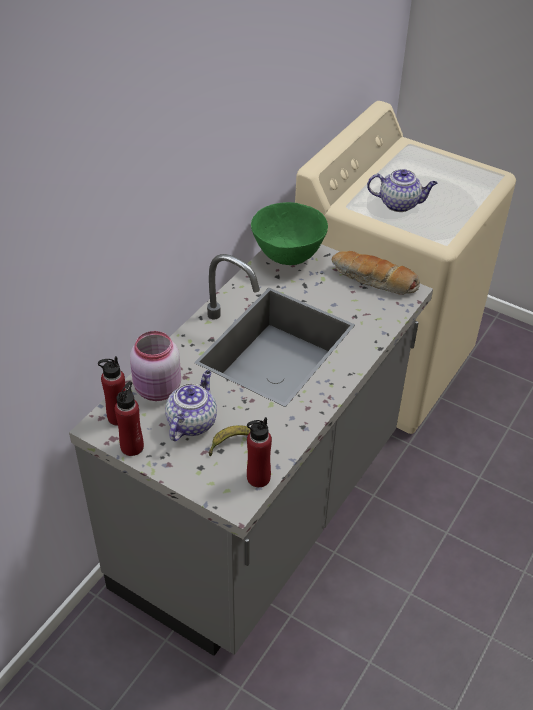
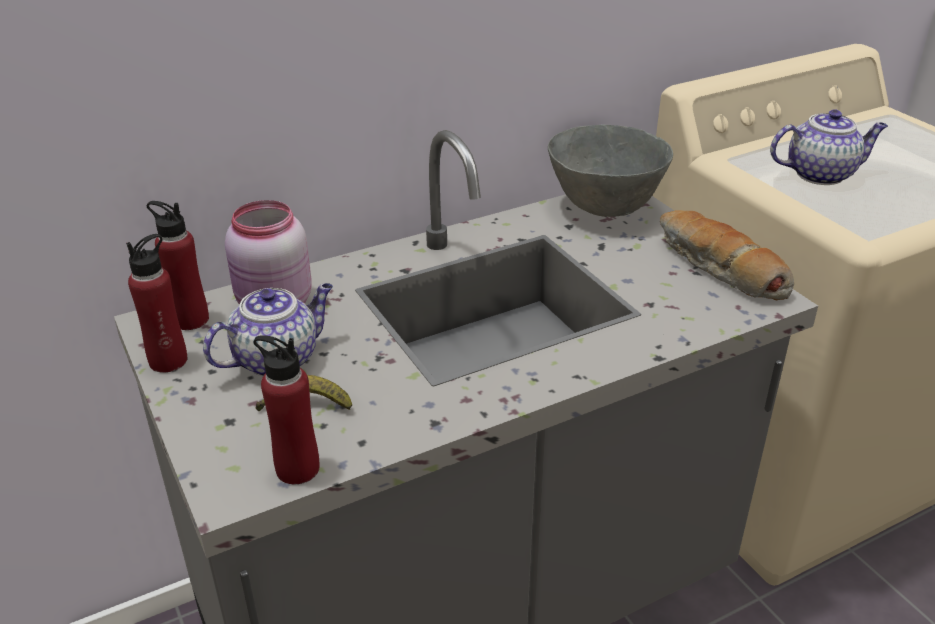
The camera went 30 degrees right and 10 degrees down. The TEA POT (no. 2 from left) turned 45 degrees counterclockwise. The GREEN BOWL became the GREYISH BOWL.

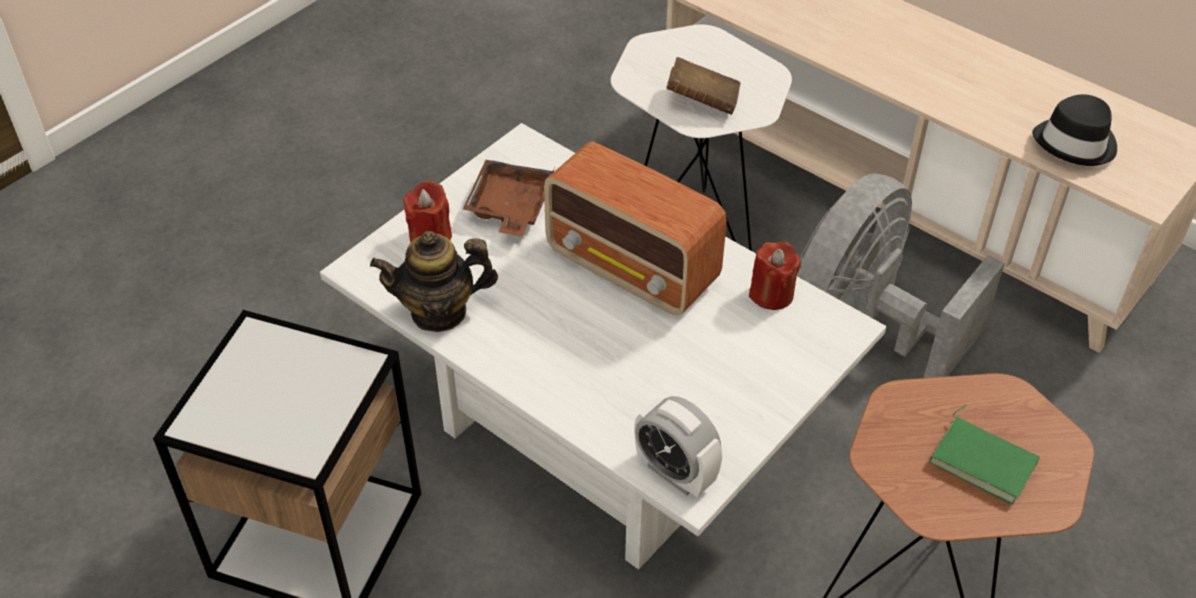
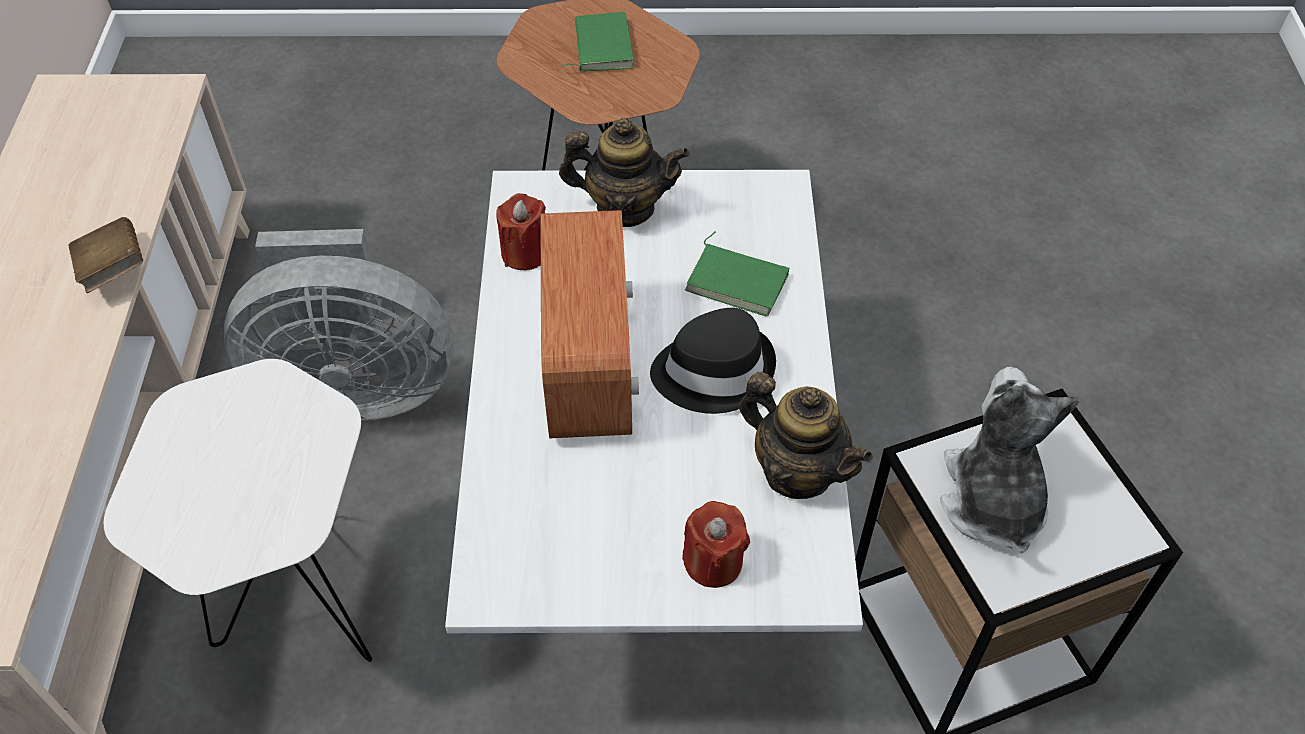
The camera went 130 degrees left and 5 degrees up. The BROWNISH BOUND BOOK moved. The BLACK-COLOURED HAT moved. The BROWNISH SERVING TRAY disappeared. The TABLE CLOCK disappeared. The TEA POT (no. 1 from left) appeared. The GREEN BOUND BOOK (no. 2 from left) appeared. The SOFT TOY appeared.

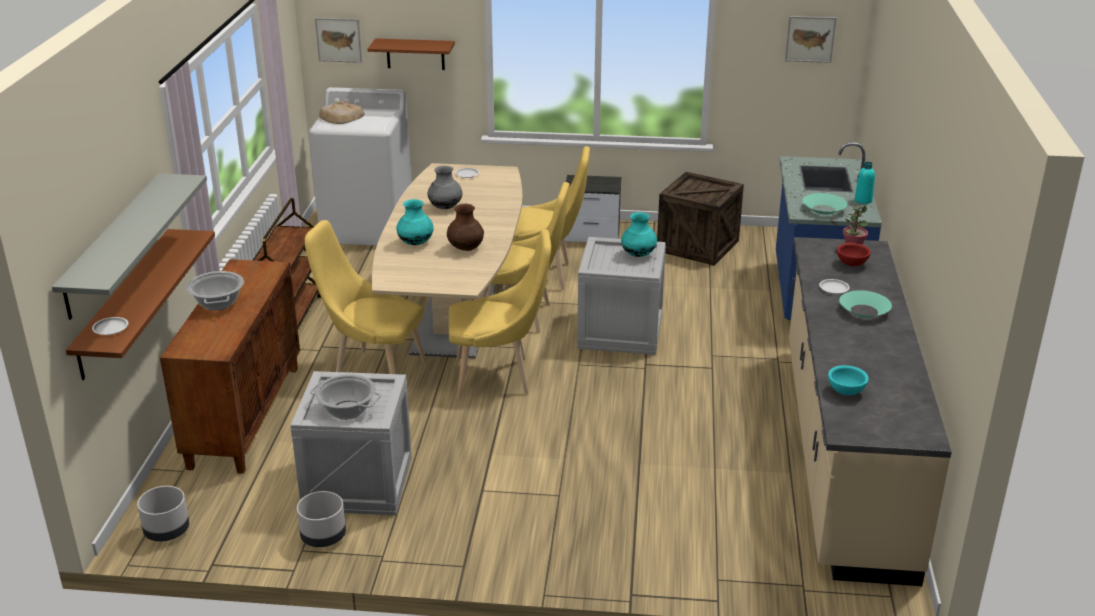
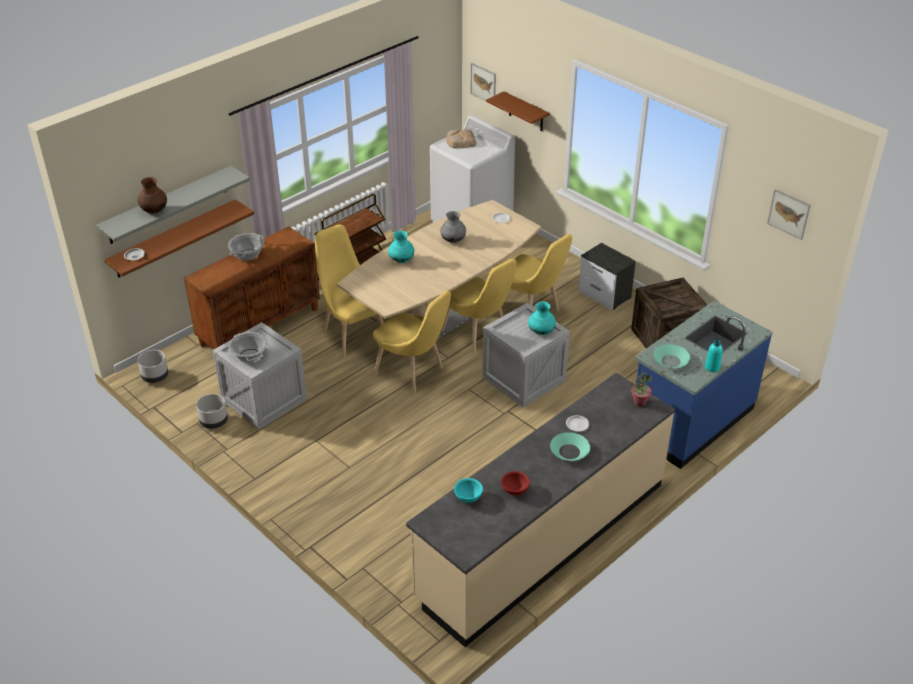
The camera went 40 degrees right and 10 degrees up. The BROWNISH VASE moved. The REDDISH BOWL moved.

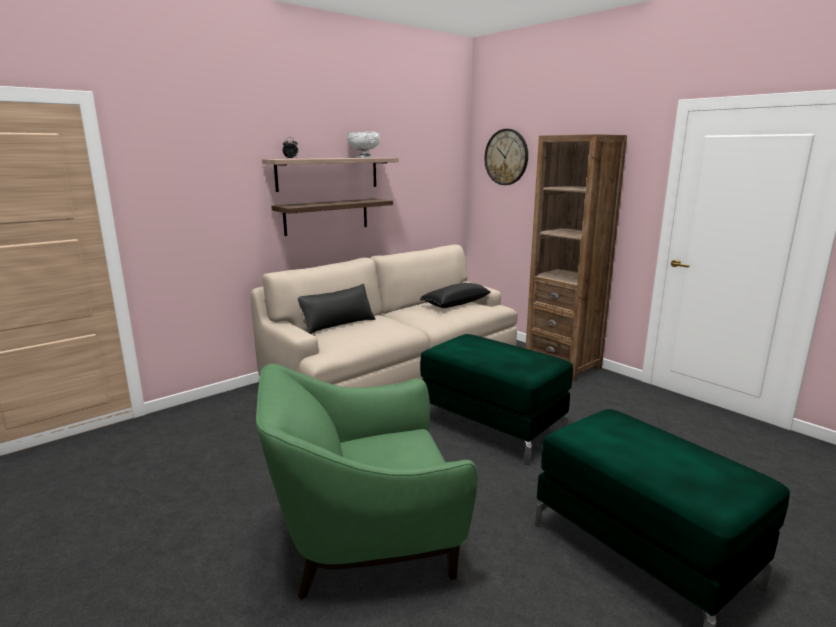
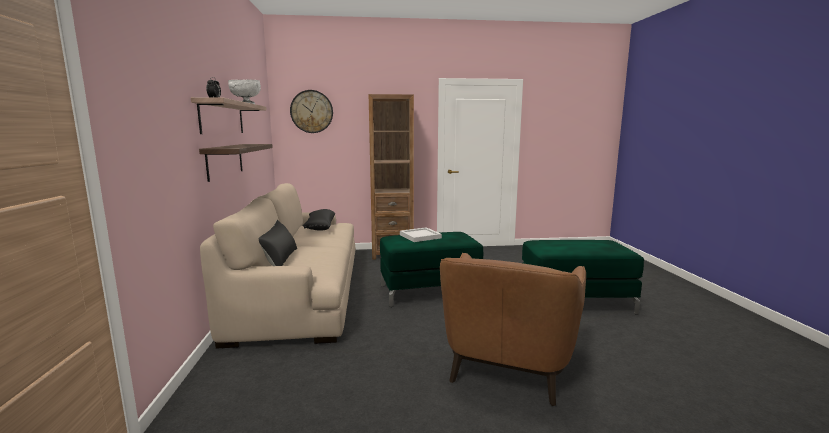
The camera went 55 degrees left and 5 degrees down. The GREEN ARMCHAIR became the BROWNISH ARMCHAIR. The WHITISH SERVING TRAY appeared.

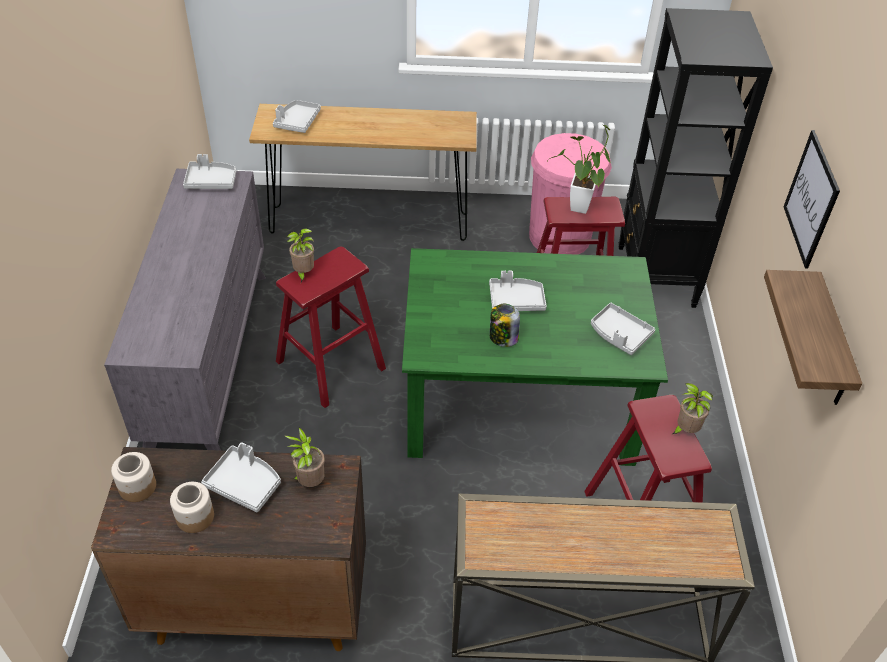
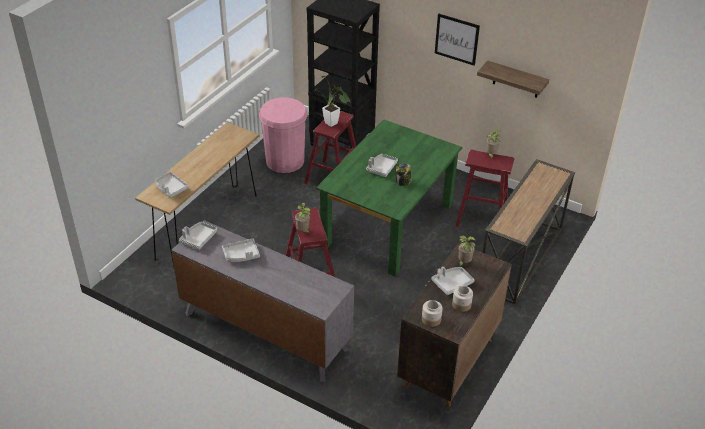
The camera went 60 degrees left and 5 degrees down. The GREYISH SERVING TRAY (no. 5 from left in the first image) moved.

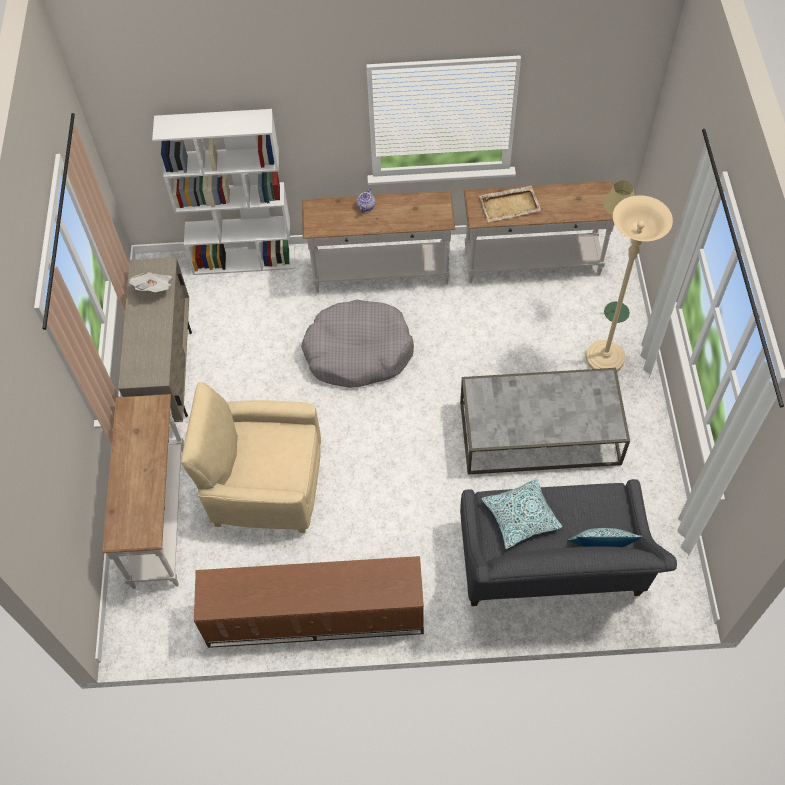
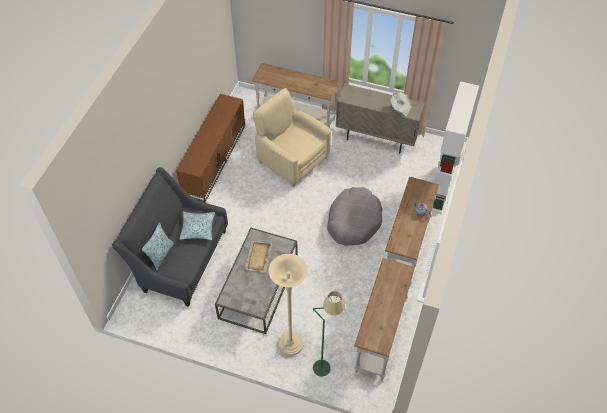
The camera went 110 degrees right and 5 degrees down. The SAND-COLOURED SERVING TRAY moved. The SAND-COLOURED ARMCHAIR turned 75 degrees counterclockwise.

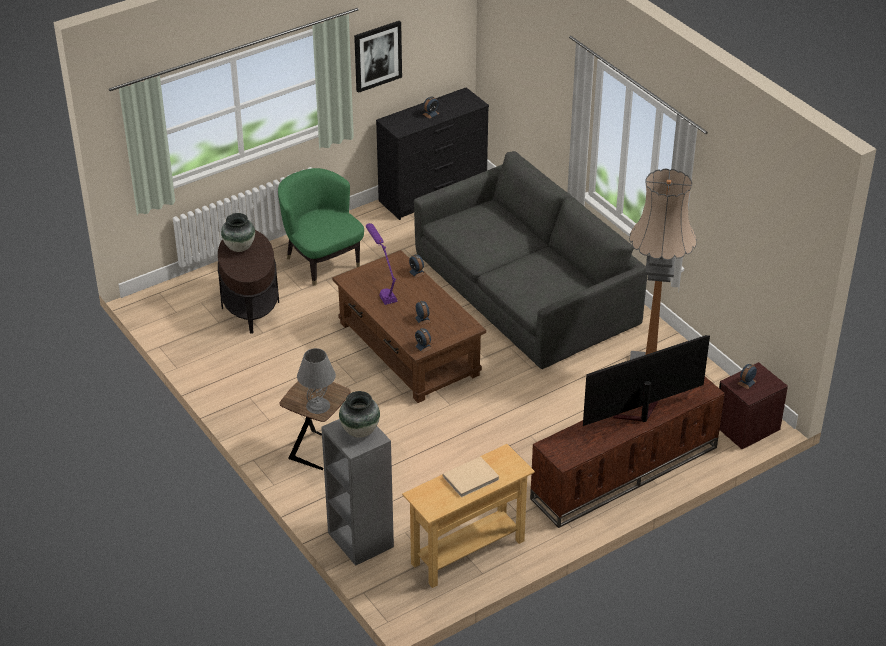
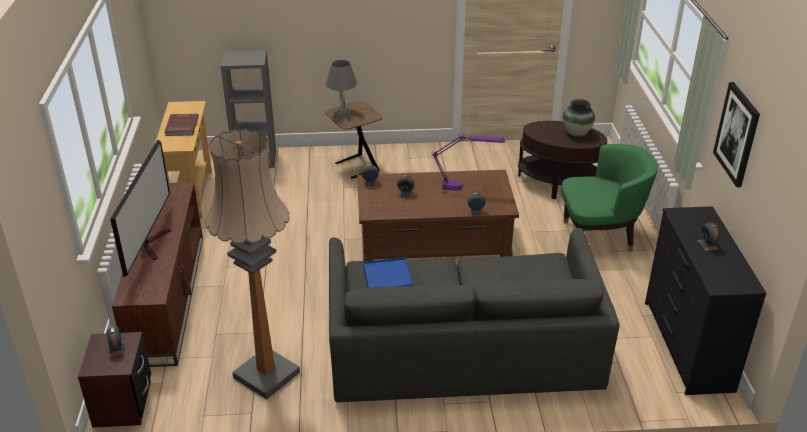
The camera went 120 degrees right and 5 degrees down. The VASE (no. 2 from left) disappeared. The SAND-COLOURED BOUND BOOK became the REDDISH BOUND BOOK. The BLUISH SERVING TRAY appeared.

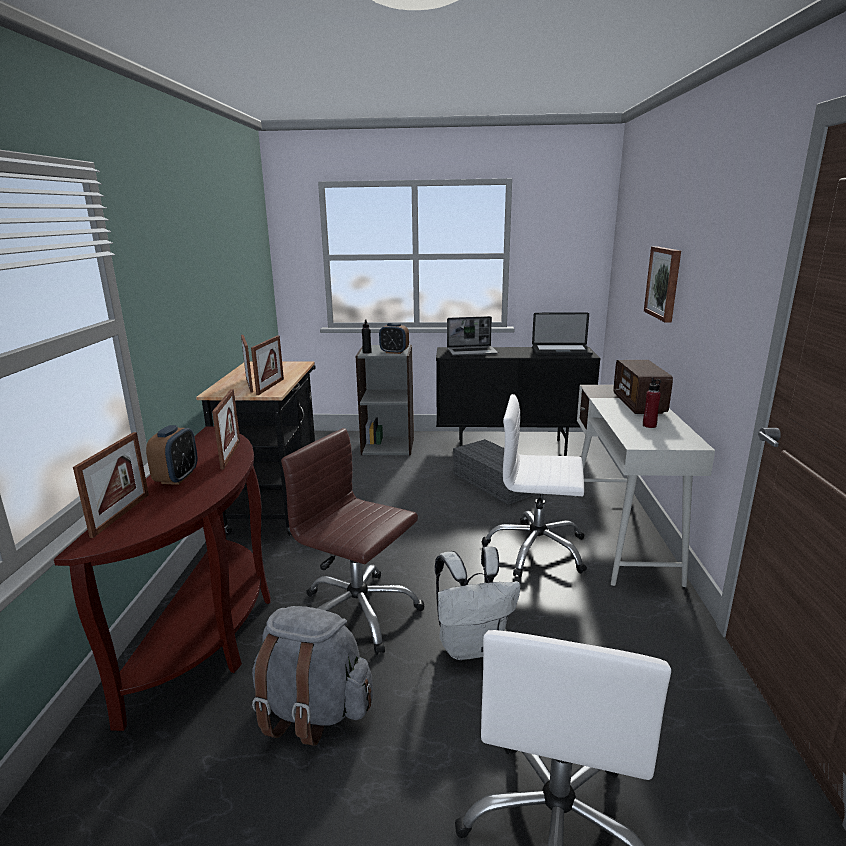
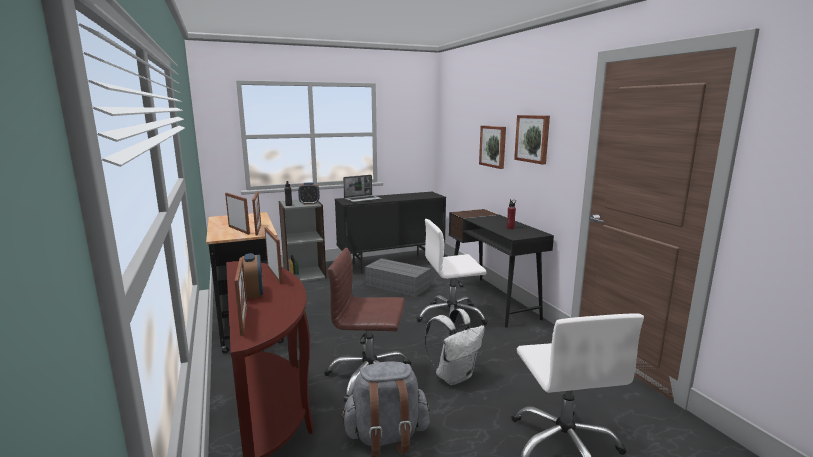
The camera went 25 degrees left and 5 degrees down. The NOTEBOOK COMPUTER (no. 2 from left) disappeared. The RADIO disappeared. The WHITISH DESK became the BLACK-COLOURED DESK. The WALL ART (no. 2 from left) appeared.

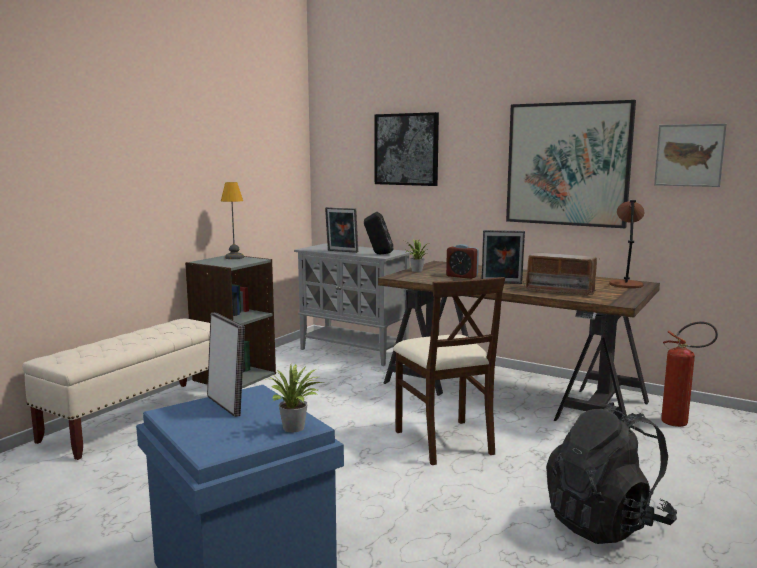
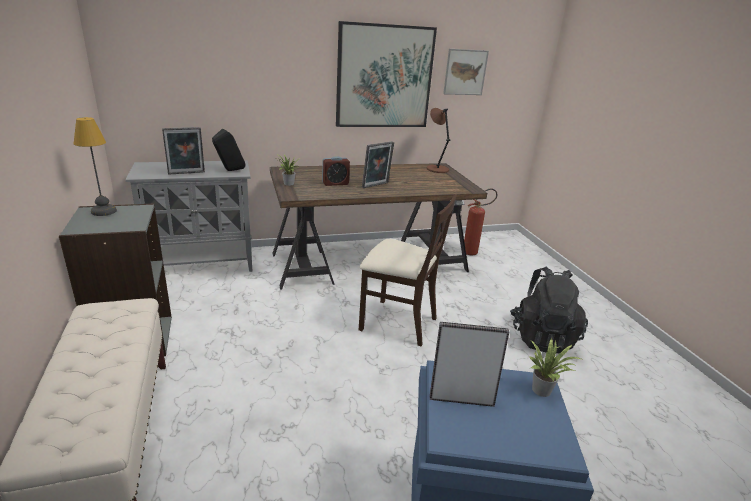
The camera went 50 degrees left and 15 degrees up. The WALL ART (no. 1 from left) disappeared. The RADIO disappeared.

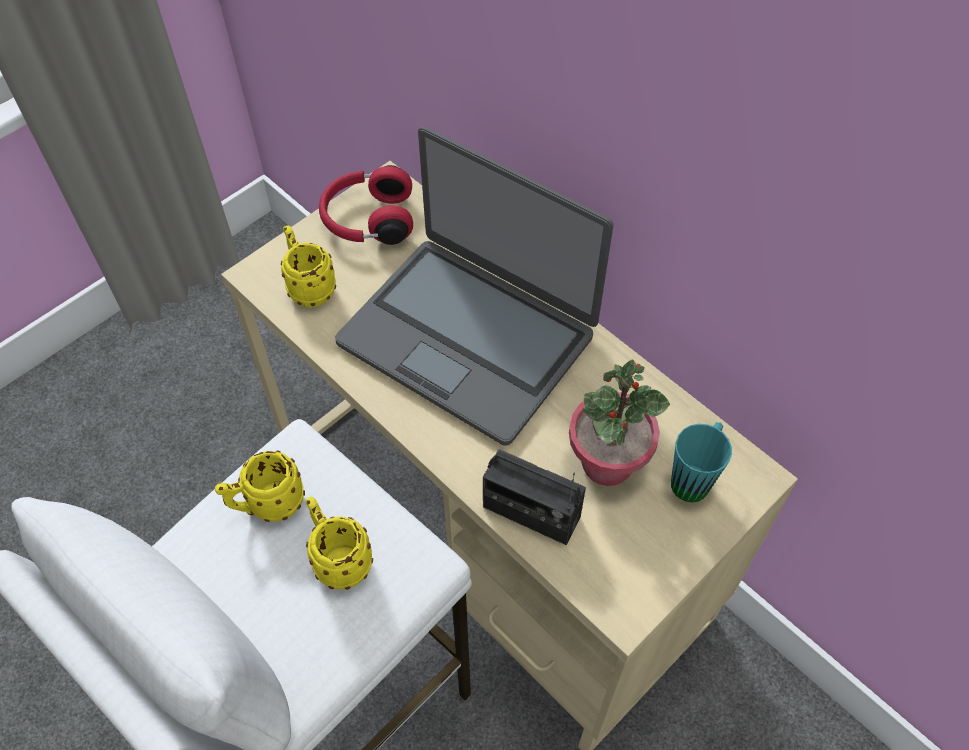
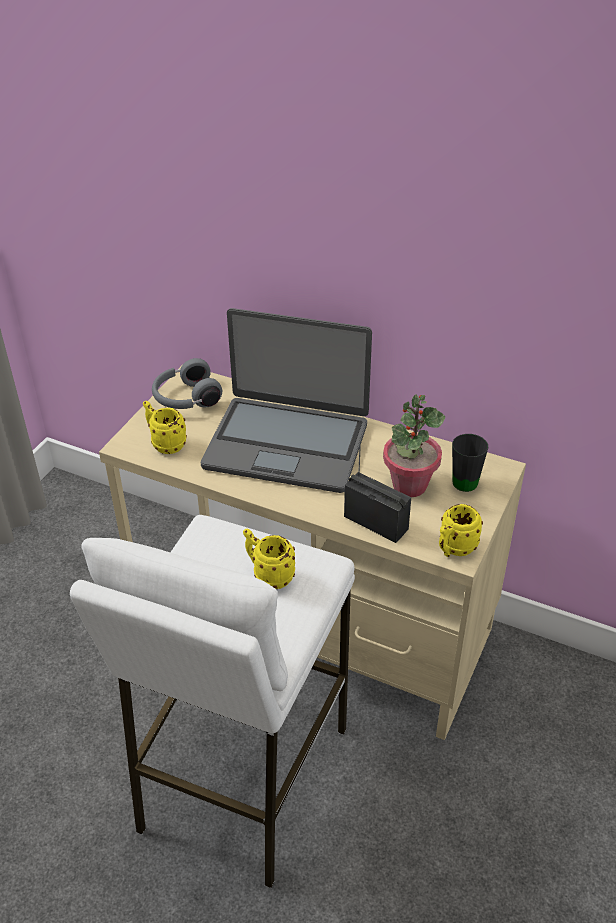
The camera went 20 degrees left and 15 degrees down. The REDDISH HEADSET became the GREYISH HEADSET. The TURQUOISE-COLOURED COFFEE MUG became the BLACK-COLOURED COFFEE MUG. The RADIO turned 150 degrees counterclockwise. The YELLOWISH COFFEE MUG (no. 1 from left in the first image) moved.

